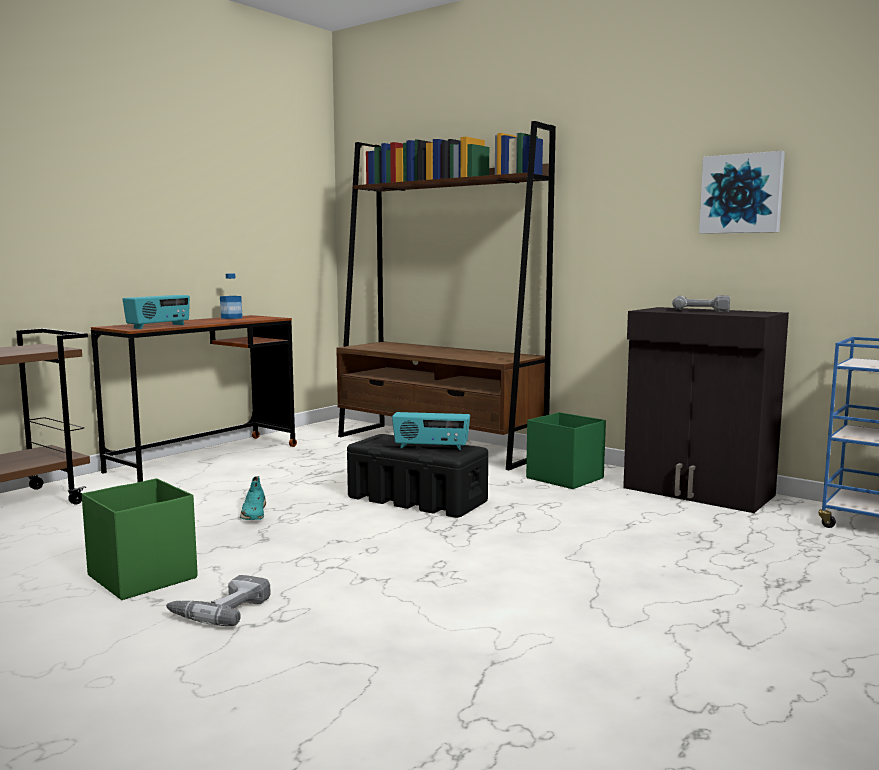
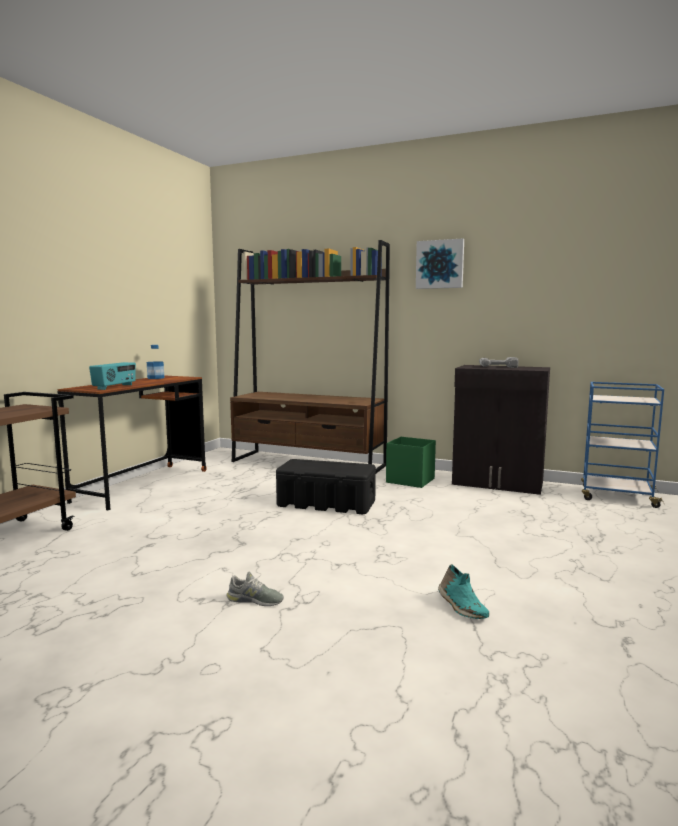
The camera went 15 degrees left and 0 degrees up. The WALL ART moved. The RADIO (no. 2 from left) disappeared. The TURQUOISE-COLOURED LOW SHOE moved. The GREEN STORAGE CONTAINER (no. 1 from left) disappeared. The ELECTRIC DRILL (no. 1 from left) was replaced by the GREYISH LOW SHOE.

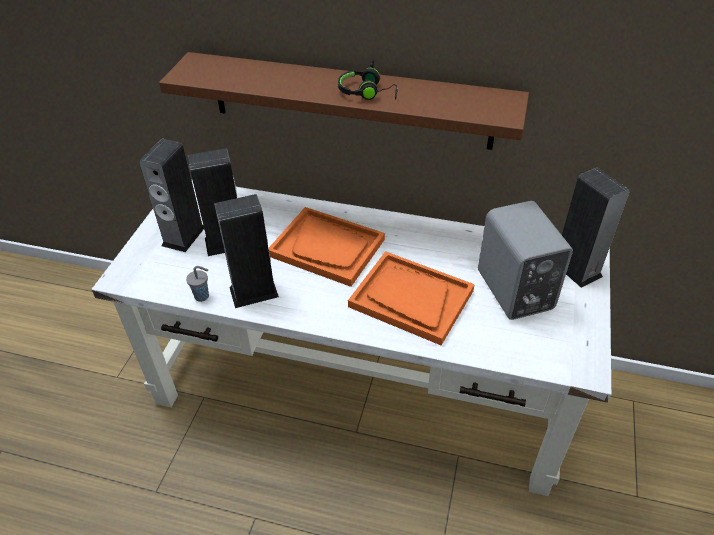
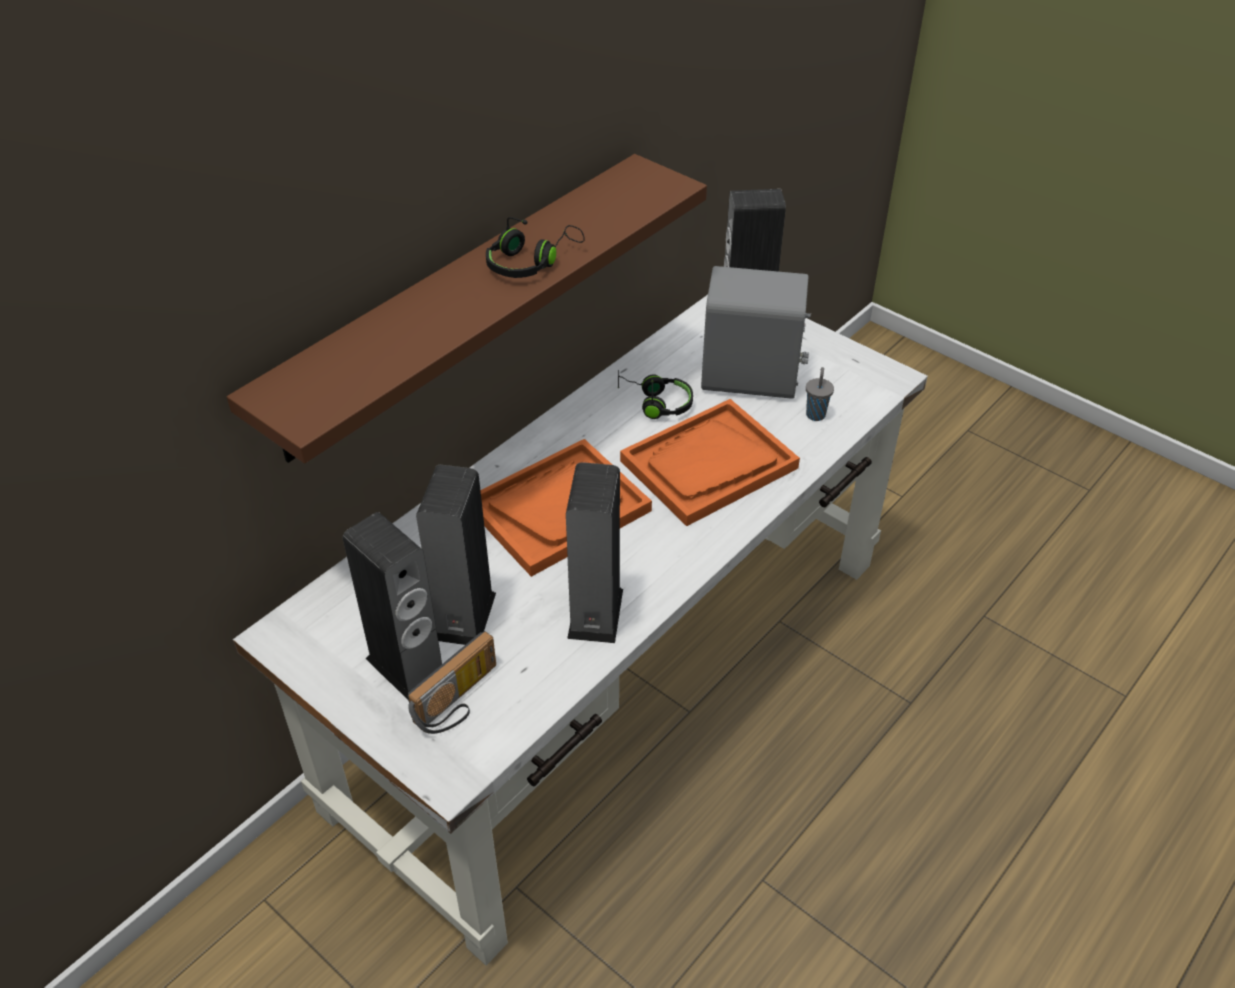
The camera went 65 degrees left and 0 degrees up. The GREYISH DRINKING CUP moved. The BLACK-COLOURED HEADSET (no. 2 from left) appeared. The RADIO appeared.

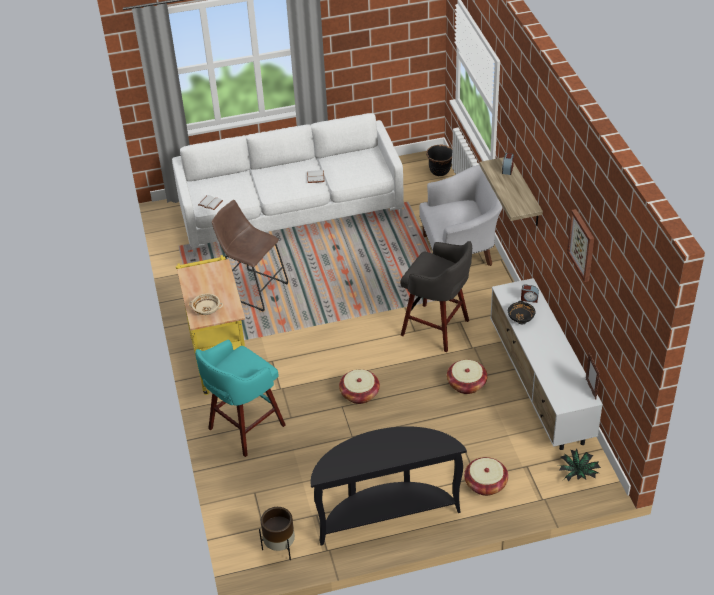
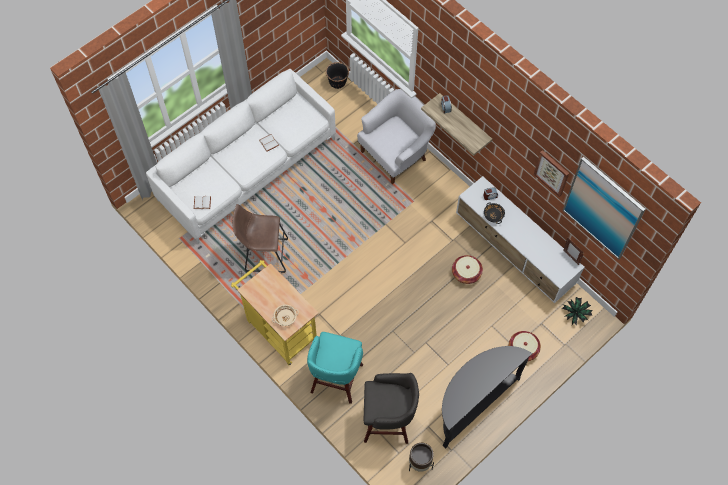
The camera went 30 degrees left and 20 degrees up. The GREYISH STOOL SEAT moved. The BASKET (no. 1 from left) disappeared. The WALL ART (no. 2 from left) appeared.

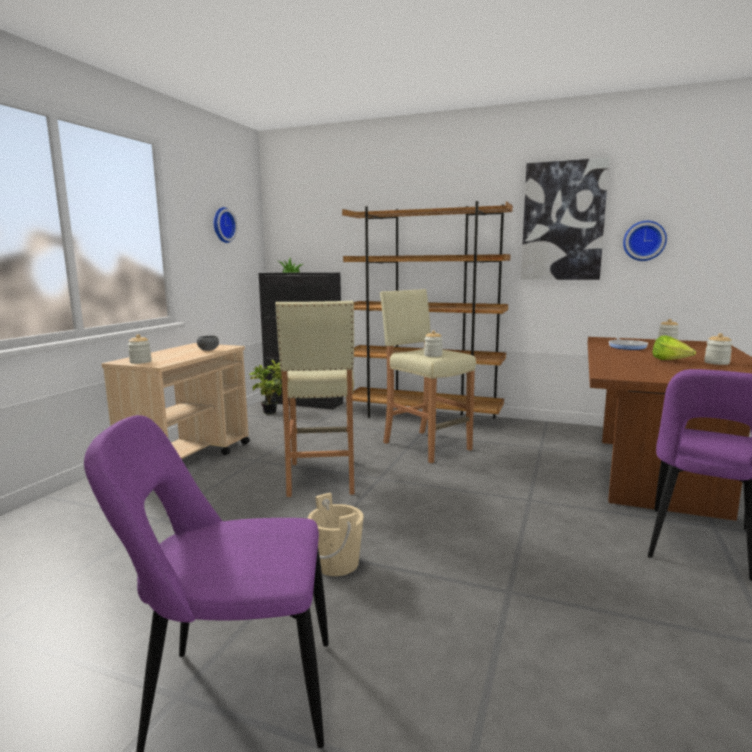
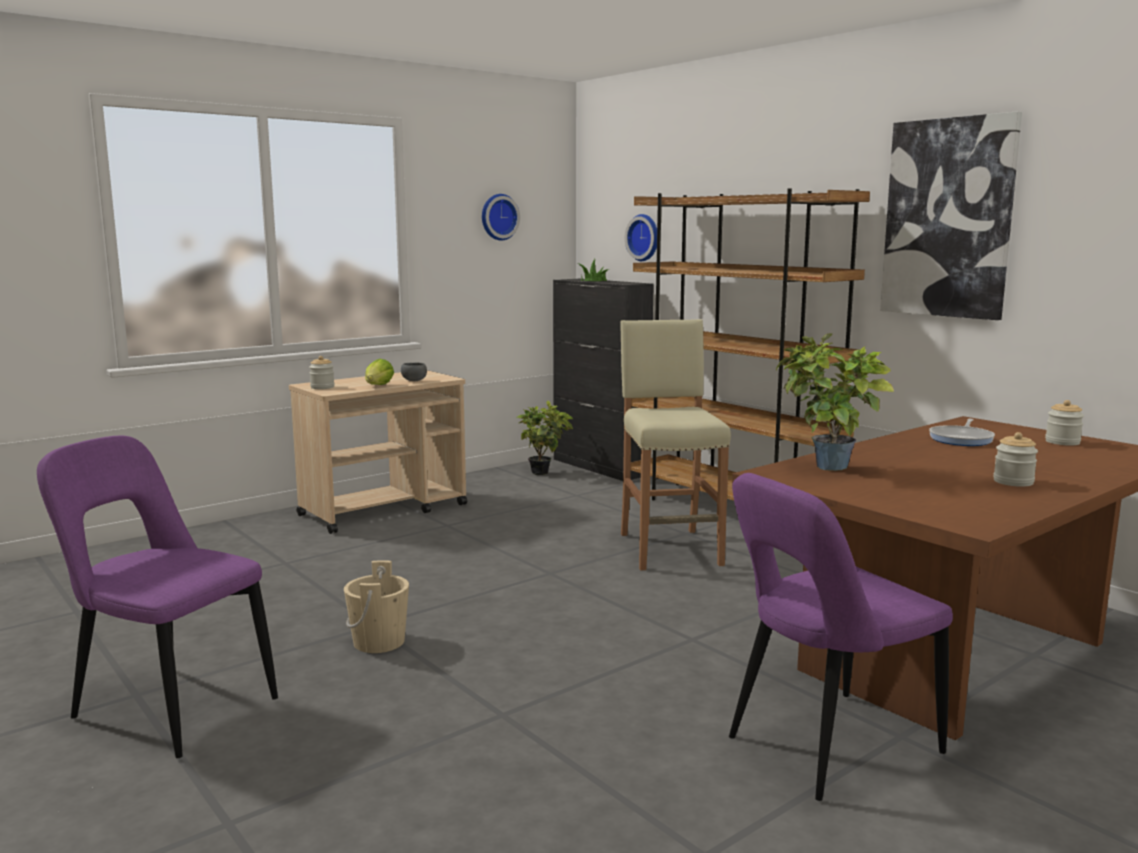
The camera went 30 degrees right and 0 degrees up. The CLOCK ON THE WALL (no. 2 from left) moved. The SAND-COLOURED STOOL SEAT (no. 1 from left) disappeared. The PRESERVE JAR (no. 2 from left) disappeared. The HEAD OF LETTUCE moved. The HOUSEPLANT (no. 3 from left) appeared.

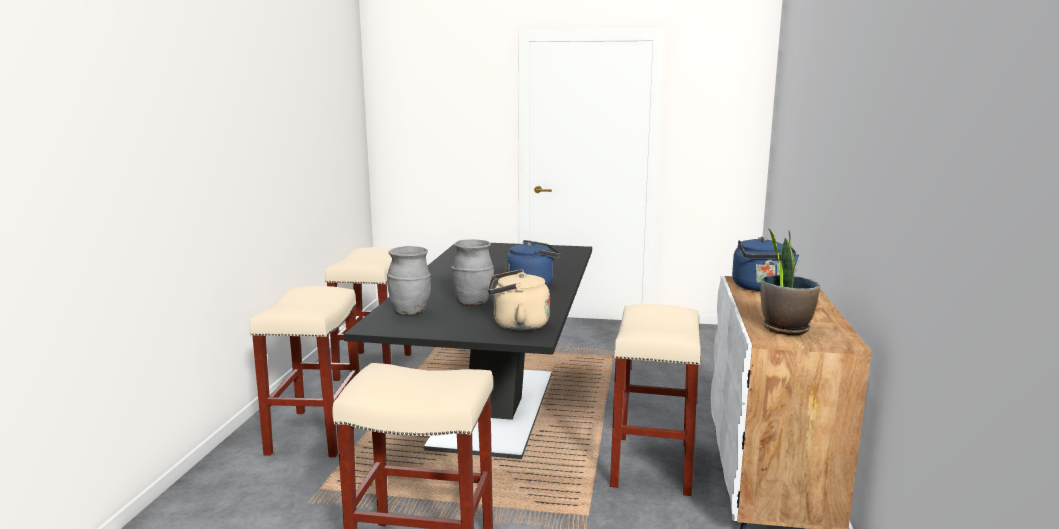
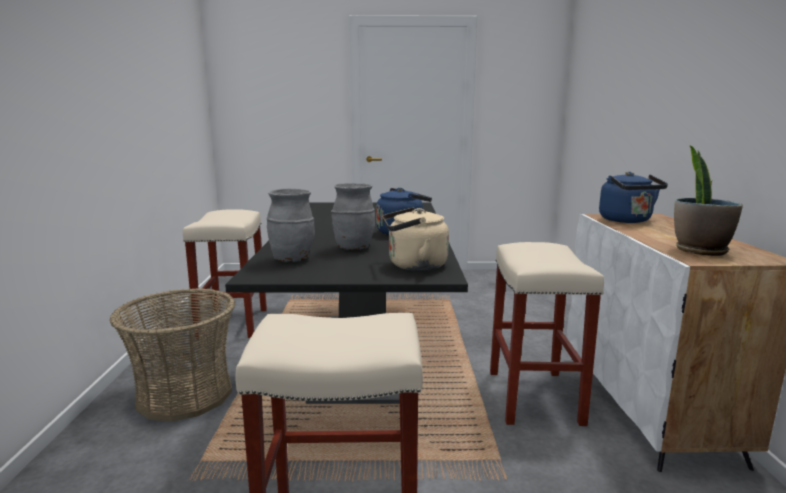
The camera went 10 degrees left and 0 degrees up. The SAND-COLOURED STOOL SEAT (no. 1 from left) was replaced by the BASKET.

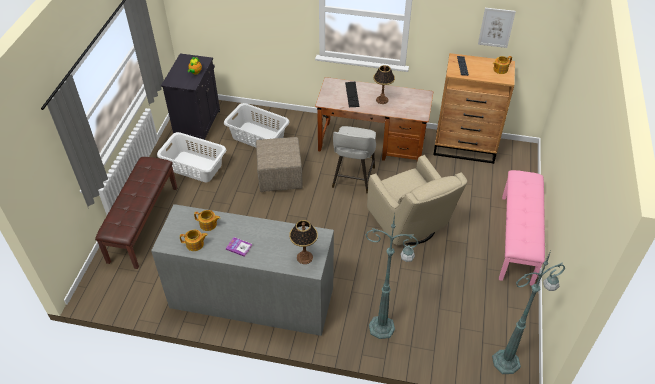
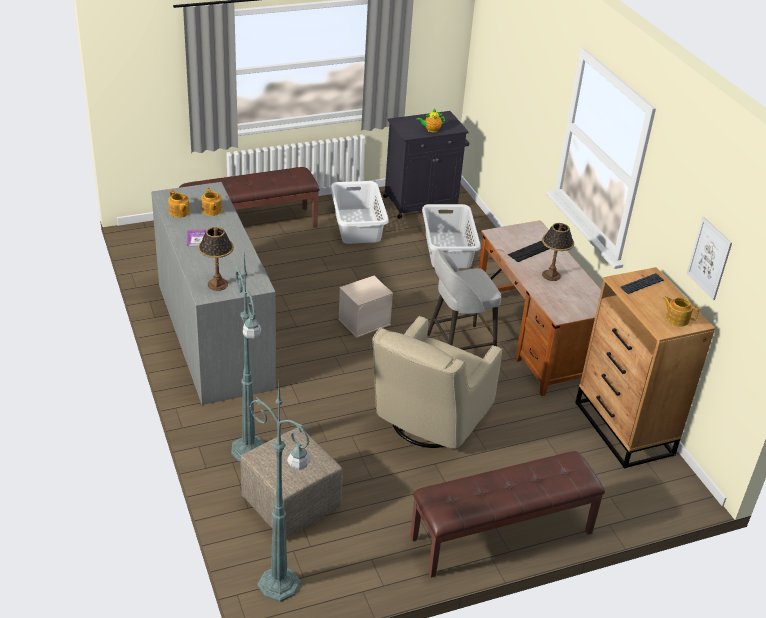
The camera went 55 degrees right and 10 degrees down. The SAND-COLOURED FOOTREST moved. The PINK BENCH became the BROWNISH BENCH (no. 2 from left). The SAND-COLOURED STORAGE CONTAINER appeared.

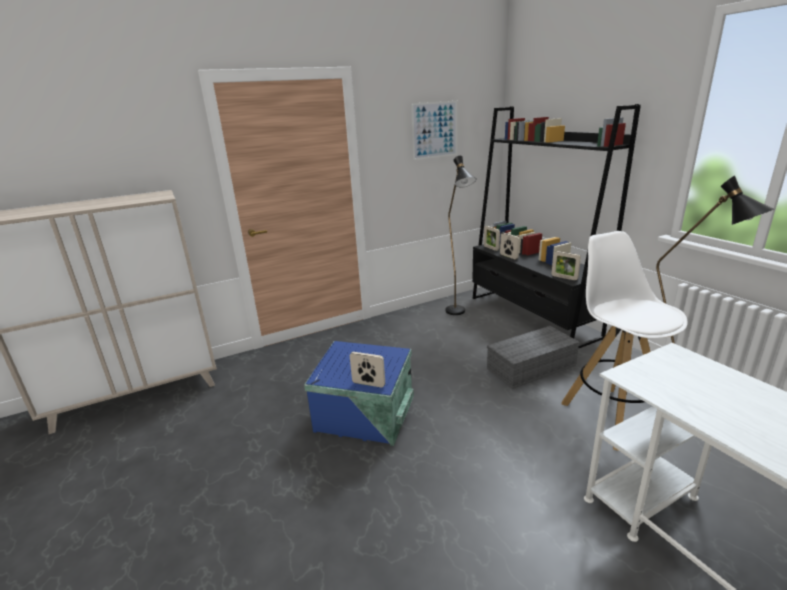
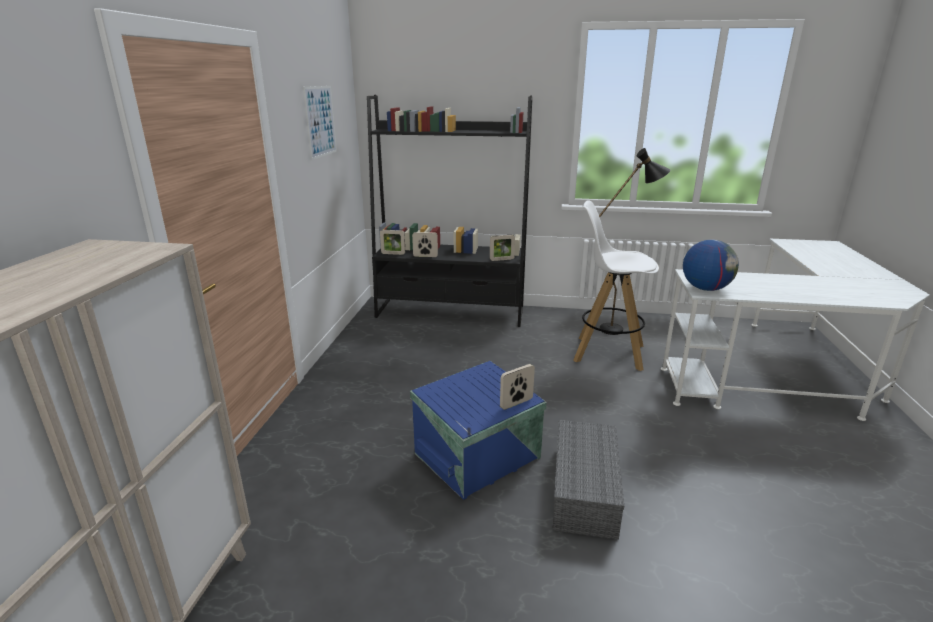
The camera went 55 degrees left and 0 degrees up. The BLACK-COLOURED STANDING LAMP (no. 1 from left) disappeared. The GREYISH STORAGE CONTAINER moved. The DESK GLOBE appeared.

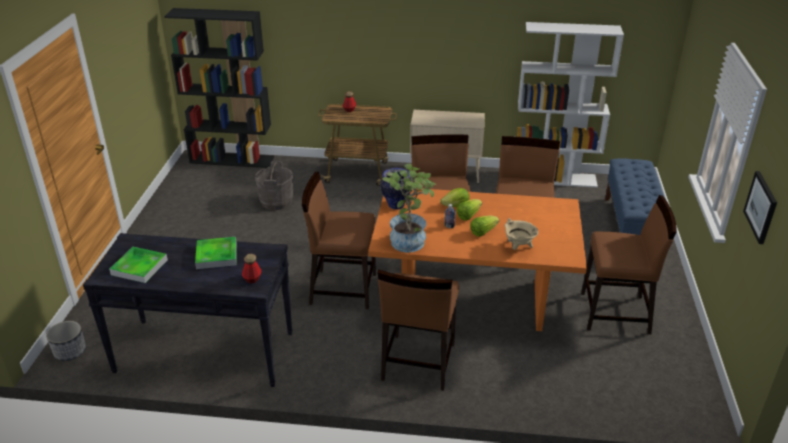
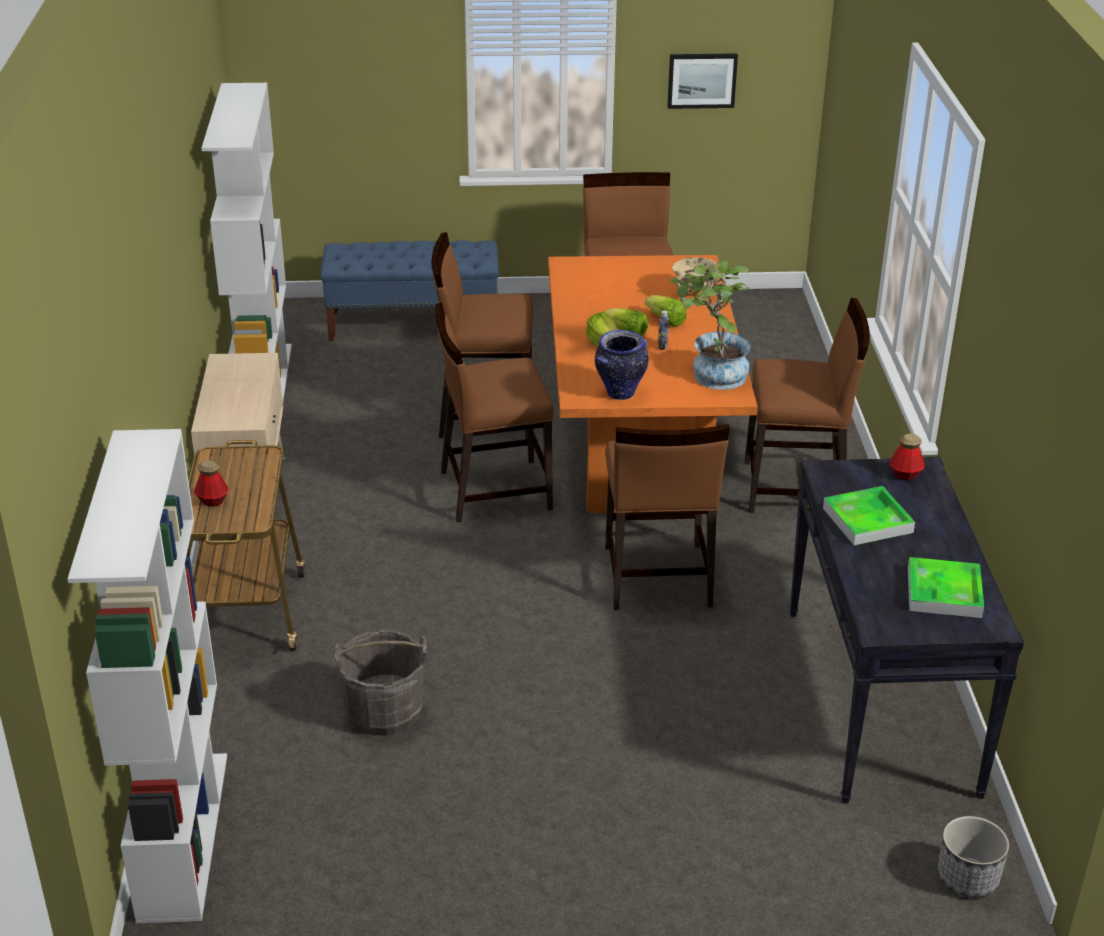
The camera went 100 degrees left and 0 degrees up. The BLACK-COLOURED BOOKSHELF became the WHITISH BOOKSHELF (no. 1 from left).

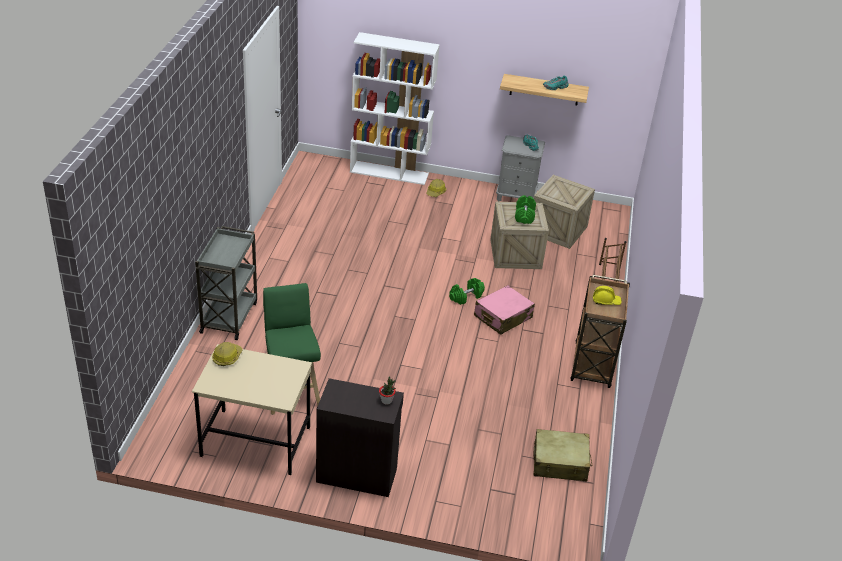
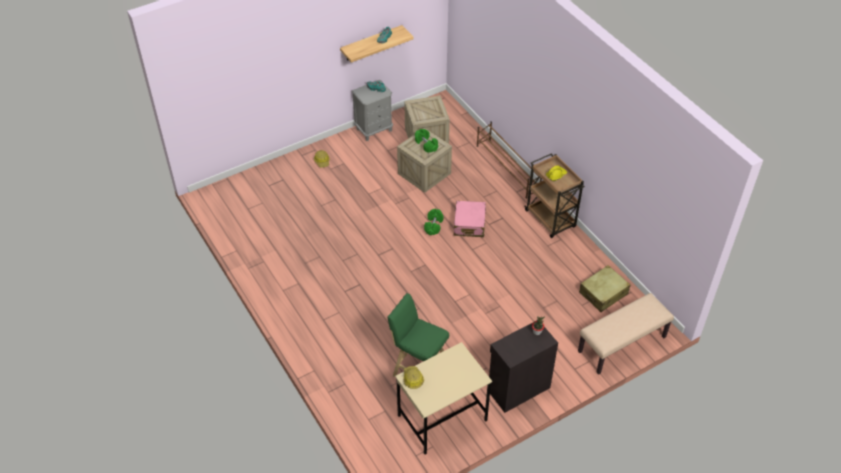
The camera went 40 degrees left and 10 degrees up. The WHITISH BOOKSHELF disappeared. The GREYISH TROLLEY disappeared. The SAND-COLOURED BENCH appeared.

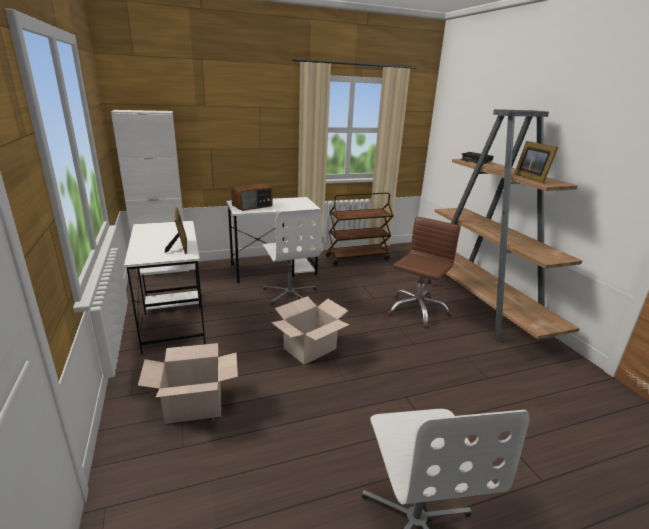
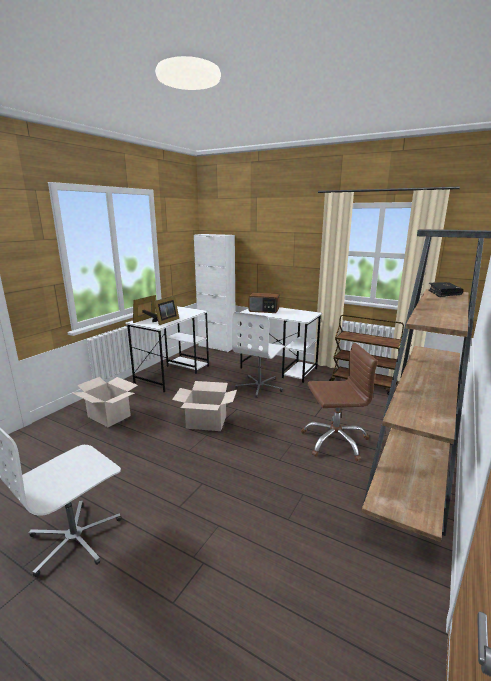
The camera went 50 degrees right and 5 degrees down. The PHOTO FRAME (no. 2 from left in the first image) moved.

